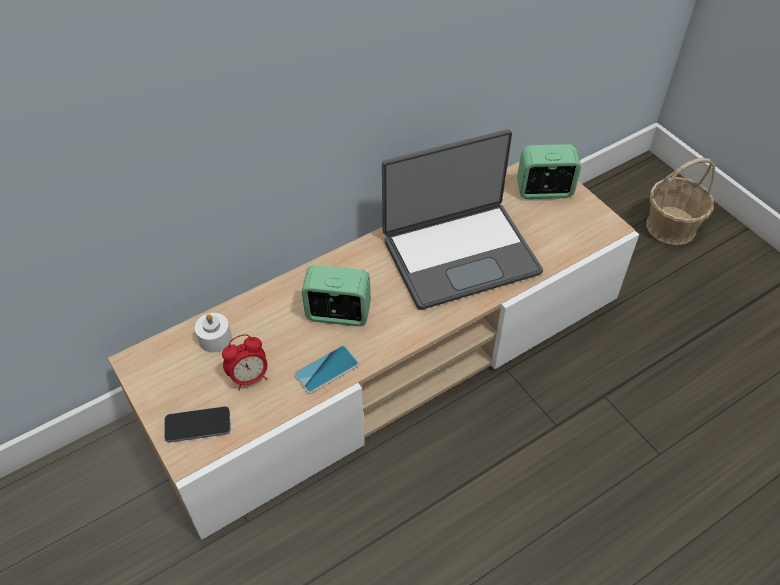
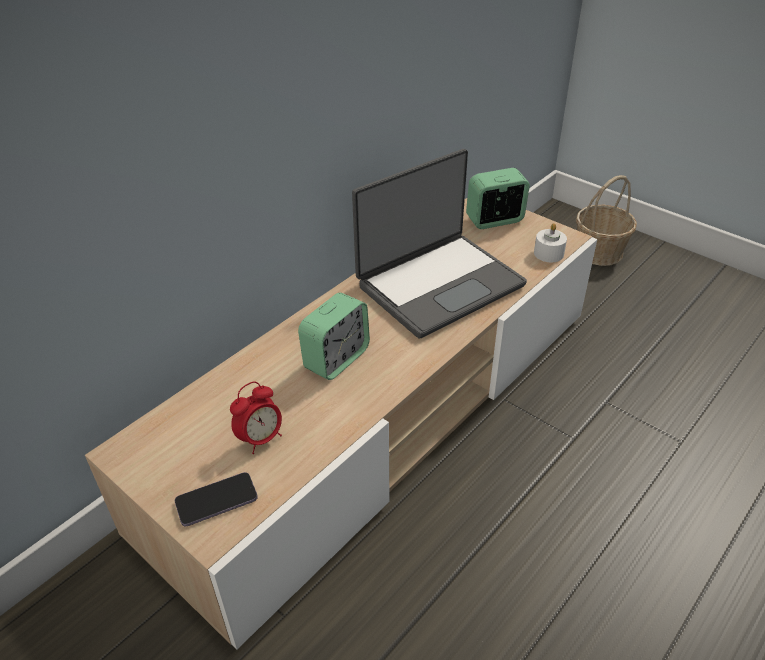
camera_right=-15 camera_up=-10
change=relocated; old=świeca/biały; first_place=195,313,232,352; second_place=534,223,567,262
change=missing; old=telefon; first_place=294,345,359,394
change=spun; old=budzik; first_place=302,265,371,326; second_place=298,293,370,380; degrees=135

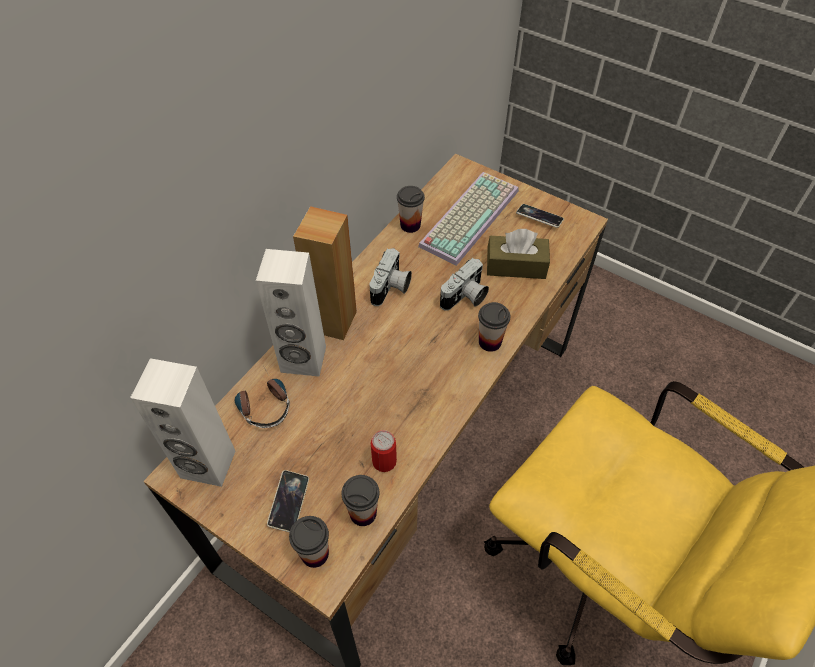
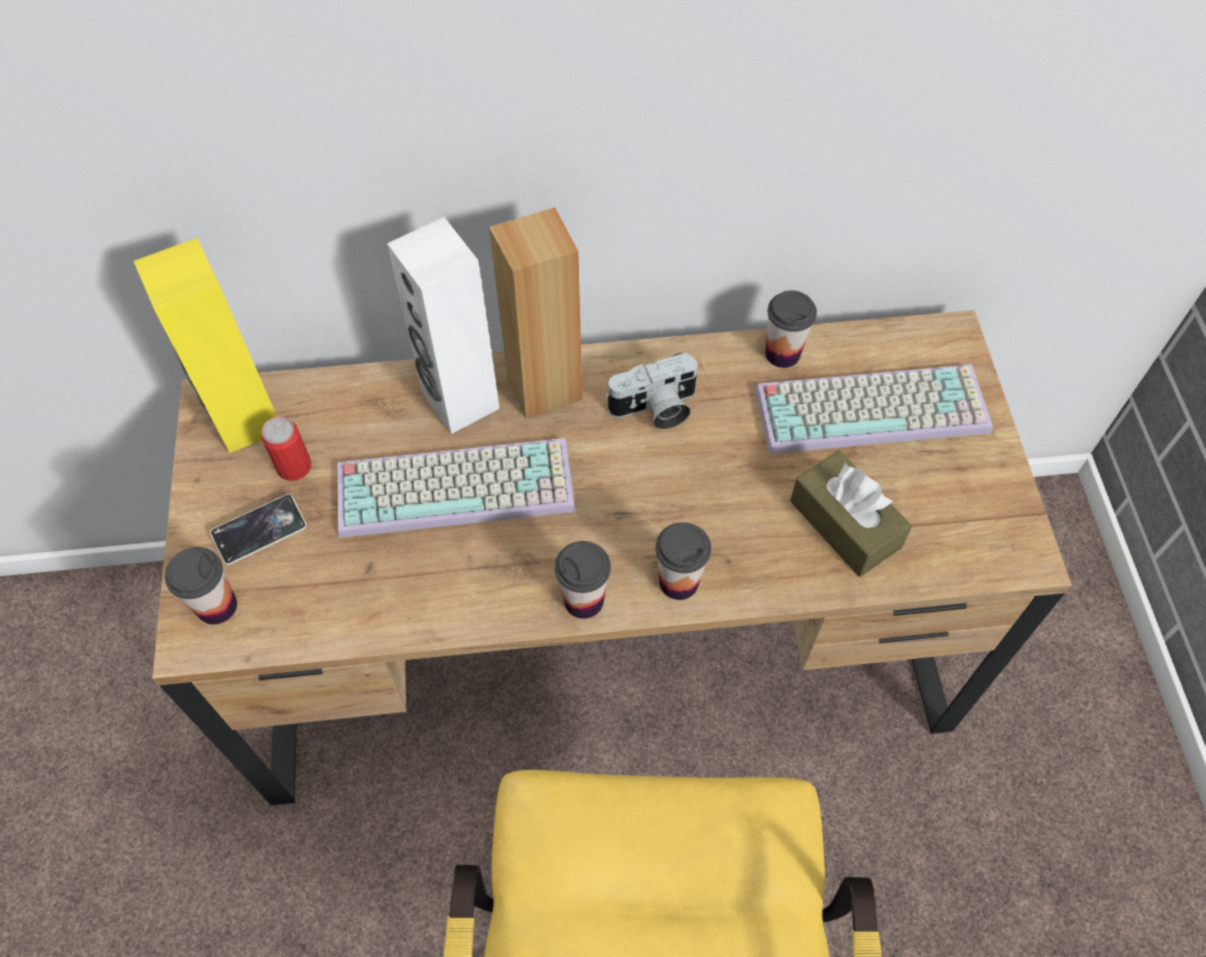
camera_right=50 camera_up=5
change=colour; old=głośnik/biały; new=głośnik/żółty; first_place=130,358,235,487; second_place=134,238,277,453
change=missing; old=słuchawki; first_place=235,367,290,428
change=relocated; old=filiżanka; first_place=342,475,380,526; second_place=555,541,611,619
change=relocated; old=puszka; first_place=371,430,397,472; second_place=262,417,311,481
change=missing; old=aparat fotograficzny; first_place=440,258,489,311
change=missing; old=telefon; first_place=516,204,564,228
change=appeared; new=klawiatura; second_place=338,438,576,538

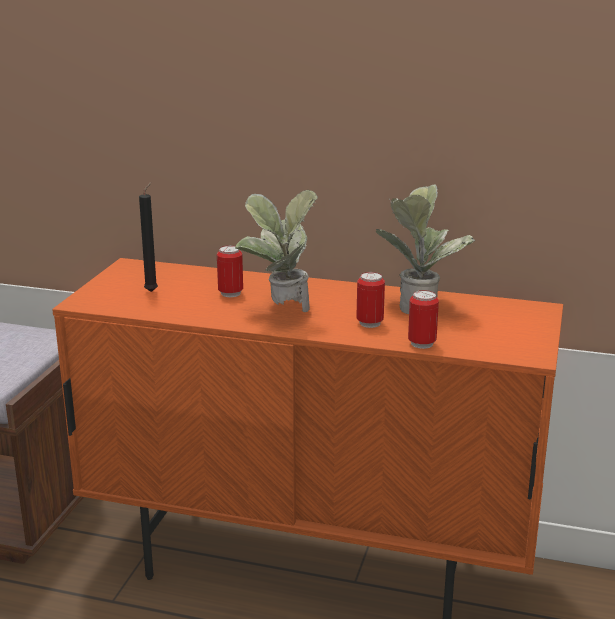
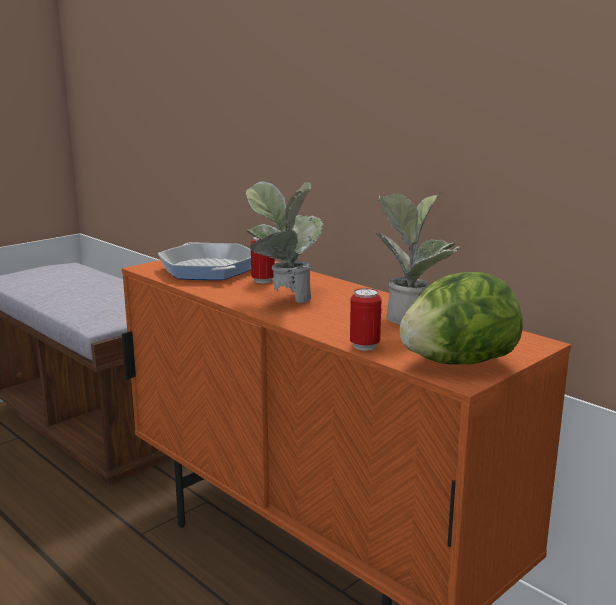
camera_right=30 camera_up=-5
change=exchanged; old=świeca/czarny; new=patelnia; first_place=139,182,158,292; second_place=158,242,251,280
change=missing; old=puszka; first_place=356,272,385,328
change=appeared; new=sałata; second_place=399,272,523,364

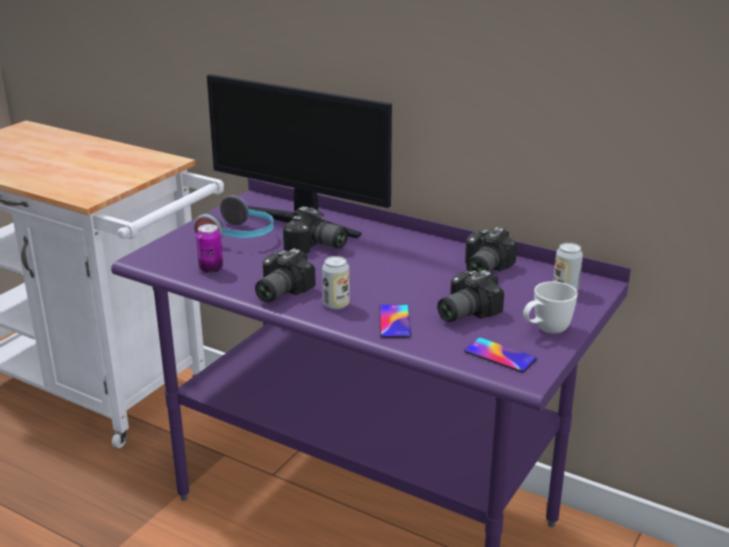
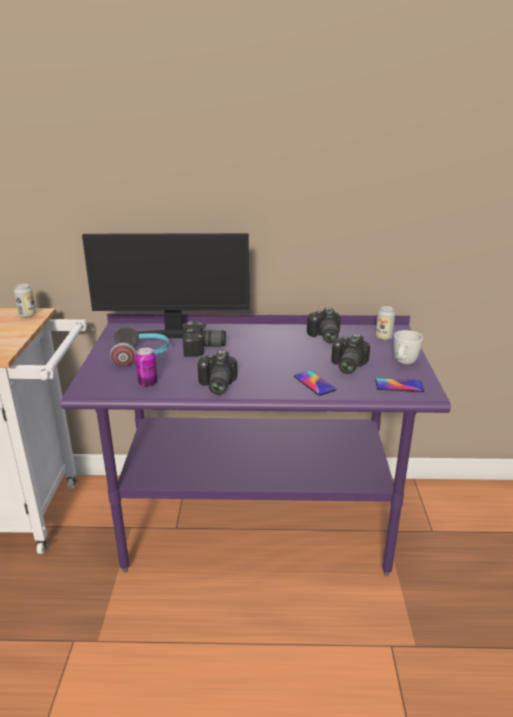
camera_right=-30 camera_up=0
change=relocated; old=puszka; first_place=322,256,349,309; second_place=14,284,36,318

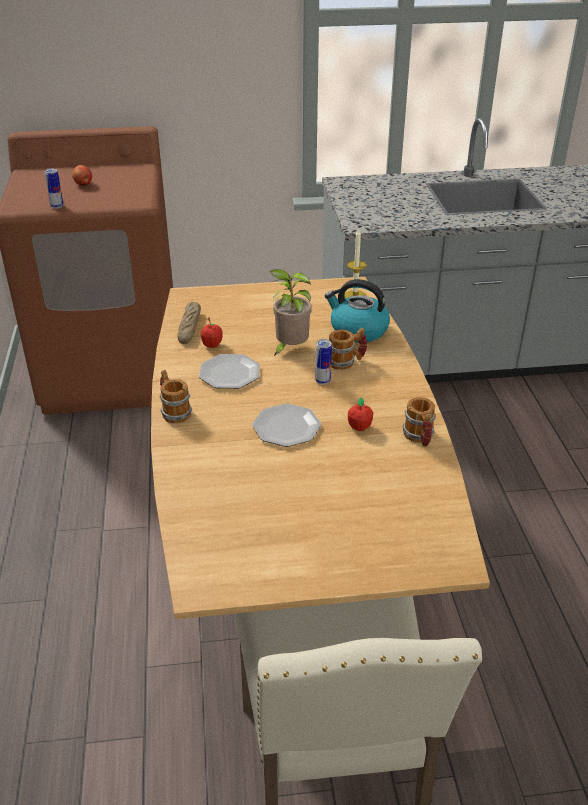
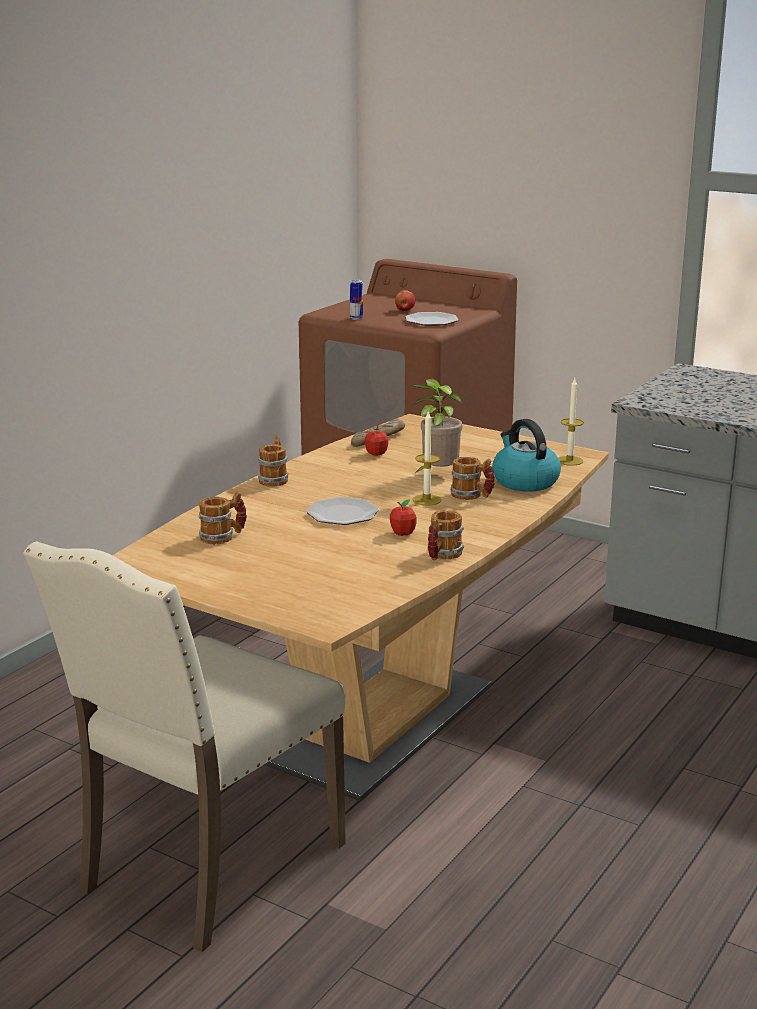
camera_right=40 camera_up=-15
change=relocated; old=talerz; first_place=199,354,260,389; second_place=405,312,458,326
change=exchanged; old=puszka; new=świeca; first_place=315,339,332,385; second_place=413,410,441,506
change=appeared; new=kubek; second_place=199,491,247,544

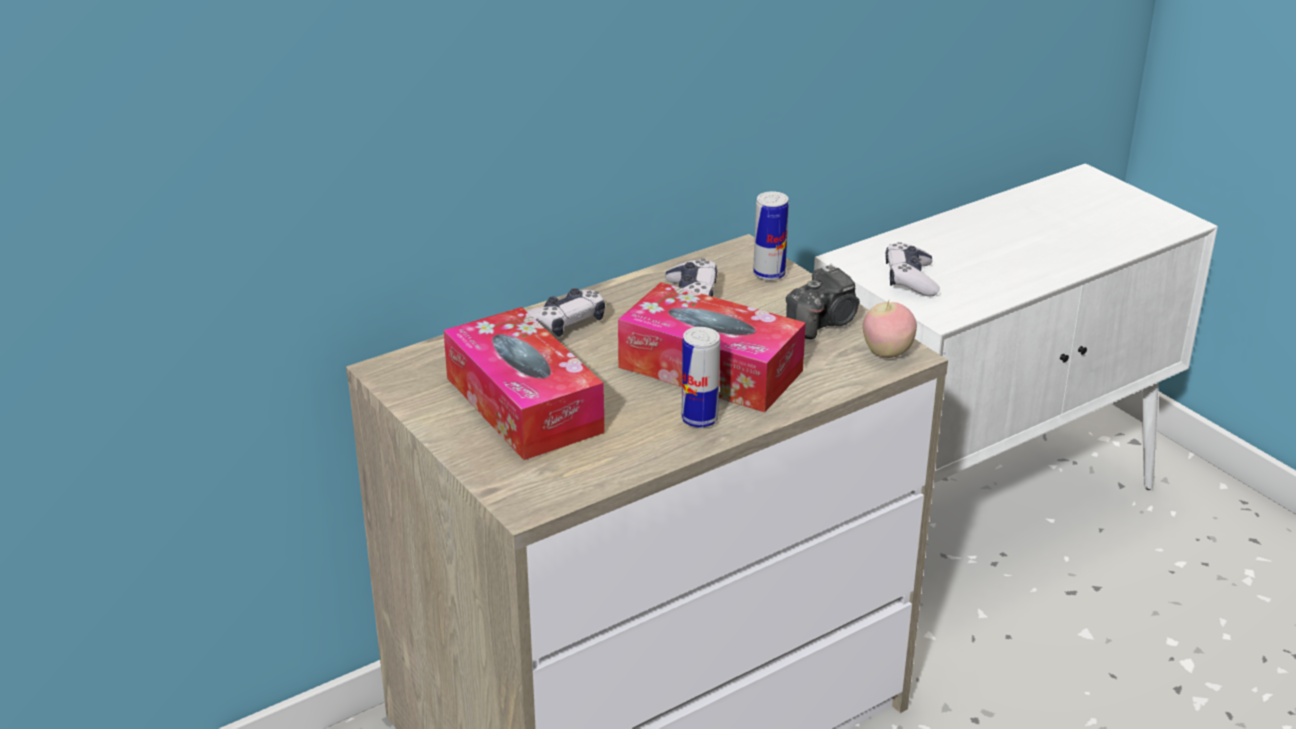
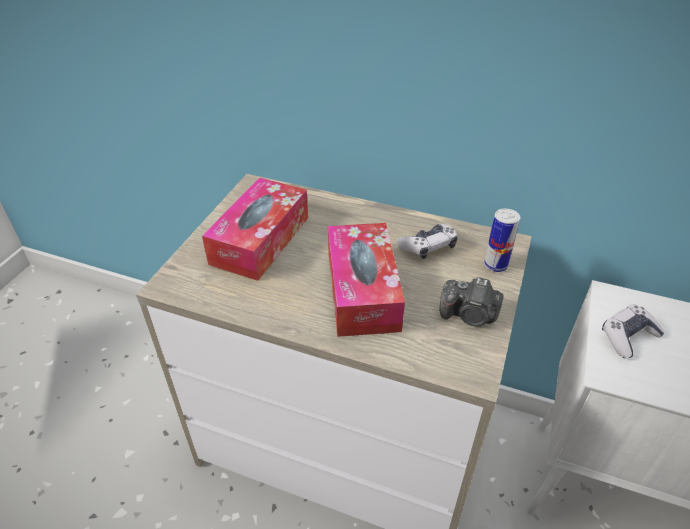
camera_right=55 camera_up=10
change=missing; old=pad do gier; first_place=527,288,605,337
change=missing; old=puszka; first_place=681,327,720,428
change=missing; old=jabłko; first_place=863,300,917,358

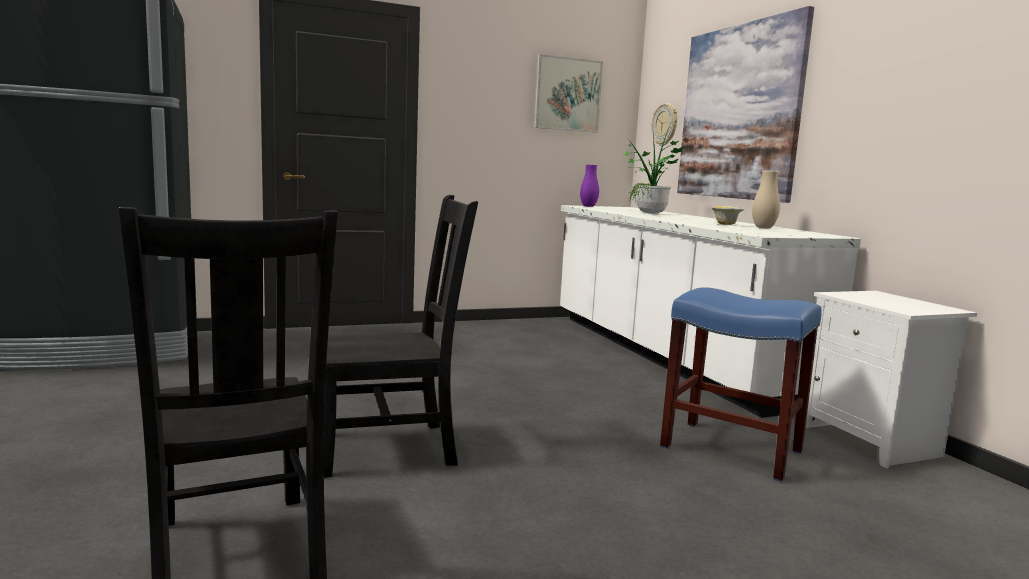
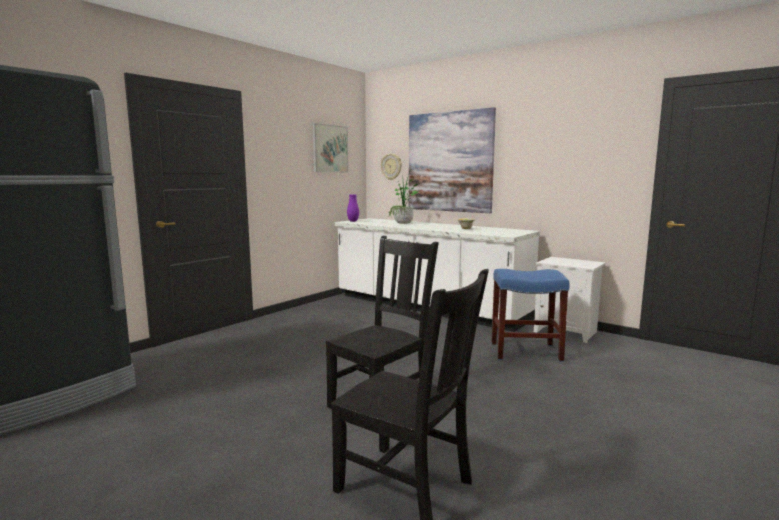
camera_right=-30 camera_up=0
change=missing; old=wazon/beżowy; first_place=752,170,780,229

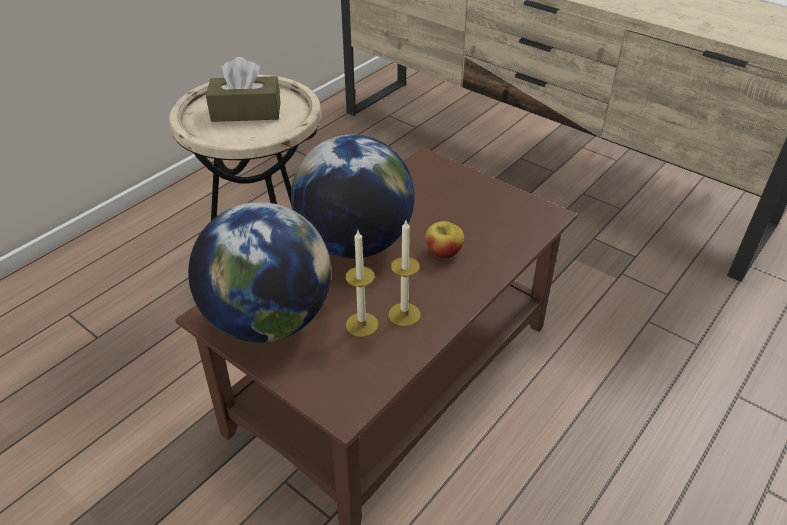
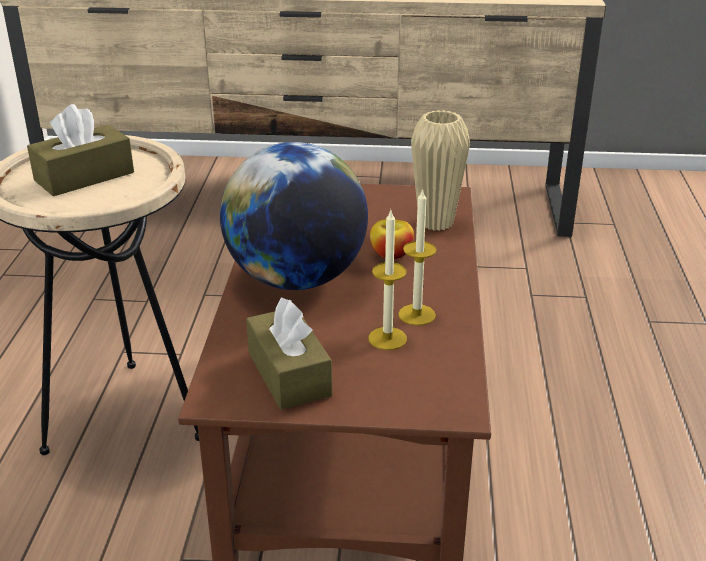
camera_right=-35 camera_up=-10
change=exchanged; old=globus; new=pudełko chusteczek/brązowy; first_place=188,202,331,343; second_place=246,298,332,410
change=appeared; new=wazon/beżowy; second_place=411,110,470,231

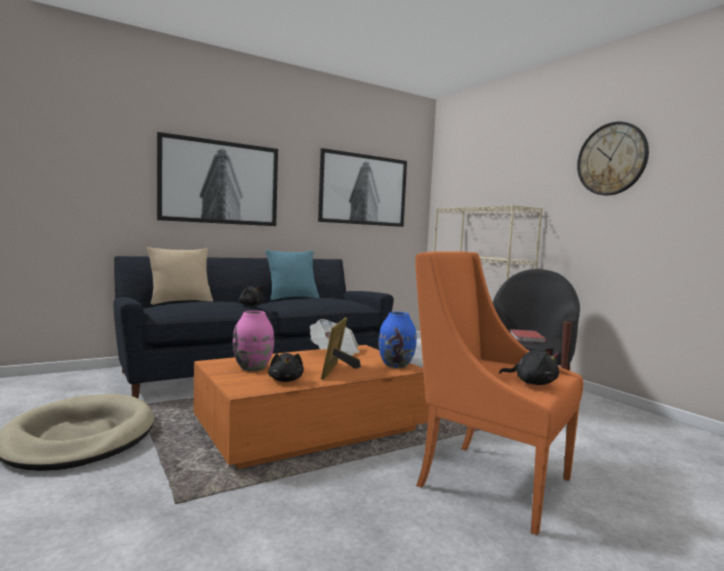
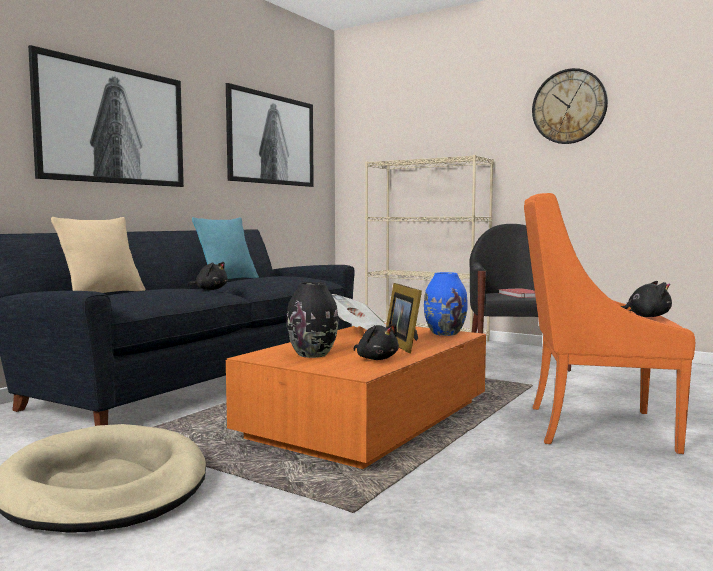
camera_right=-25 camera_up=0
change=colour; old=wazon/różowy; new=wazon/czarny; first_place=233,310,274,371; second_place=287,282,338,358

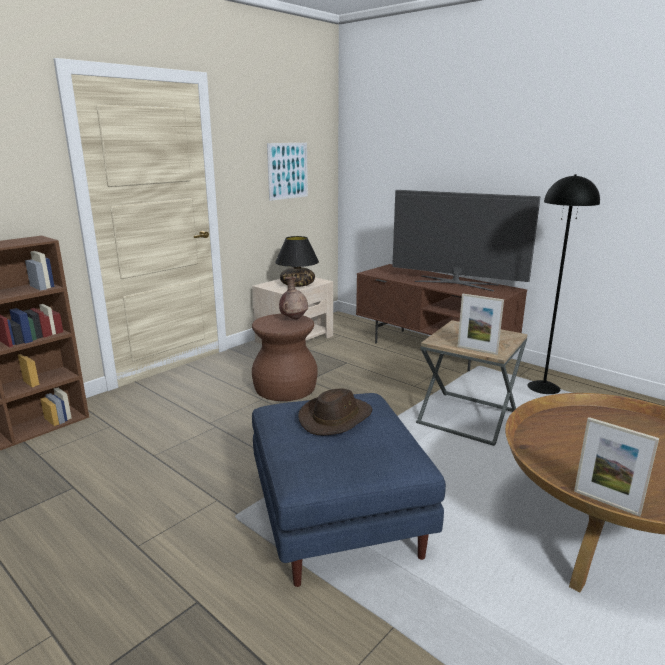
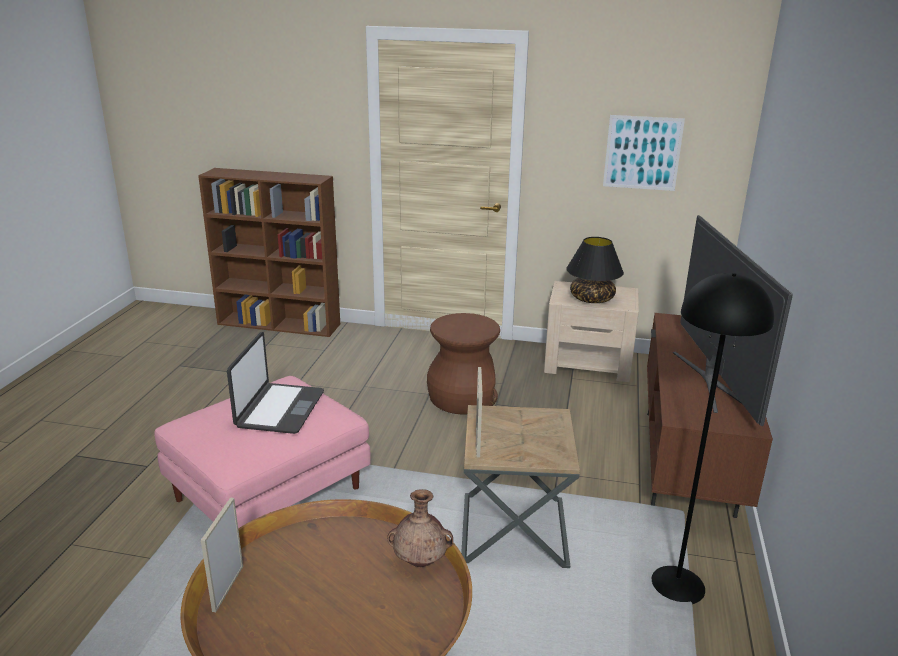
camera_right=60 camera_up=5
change=colour; old=pufa/niebieski; new=pufa/różowy; first_place=252,393,446,587; second_place=154,376,371,528
change=relocated; old=wazon/brązowy; first_place=279,276,308,319; second_place=387,489,453,567
change=exchanged; old=kapelusz/brązowy; new=laptop; first_place=298,388,372,436; second_place=227,332,324,434

